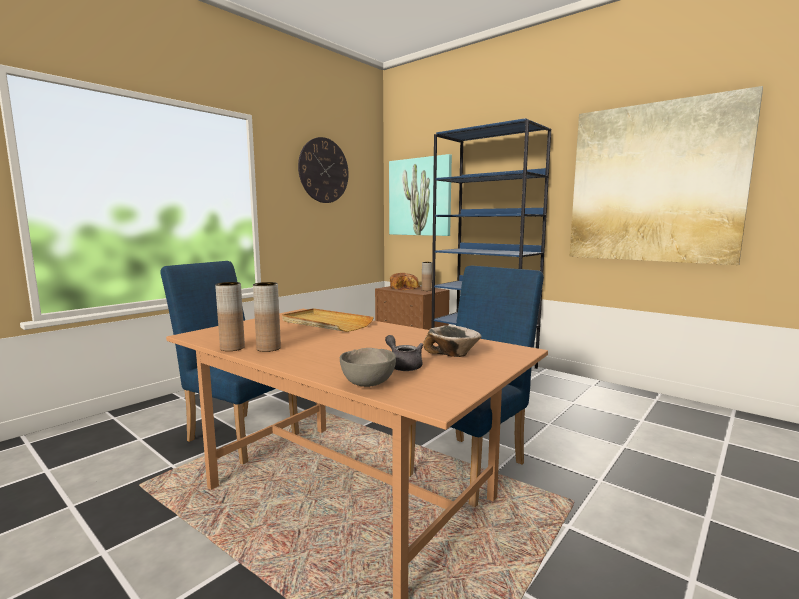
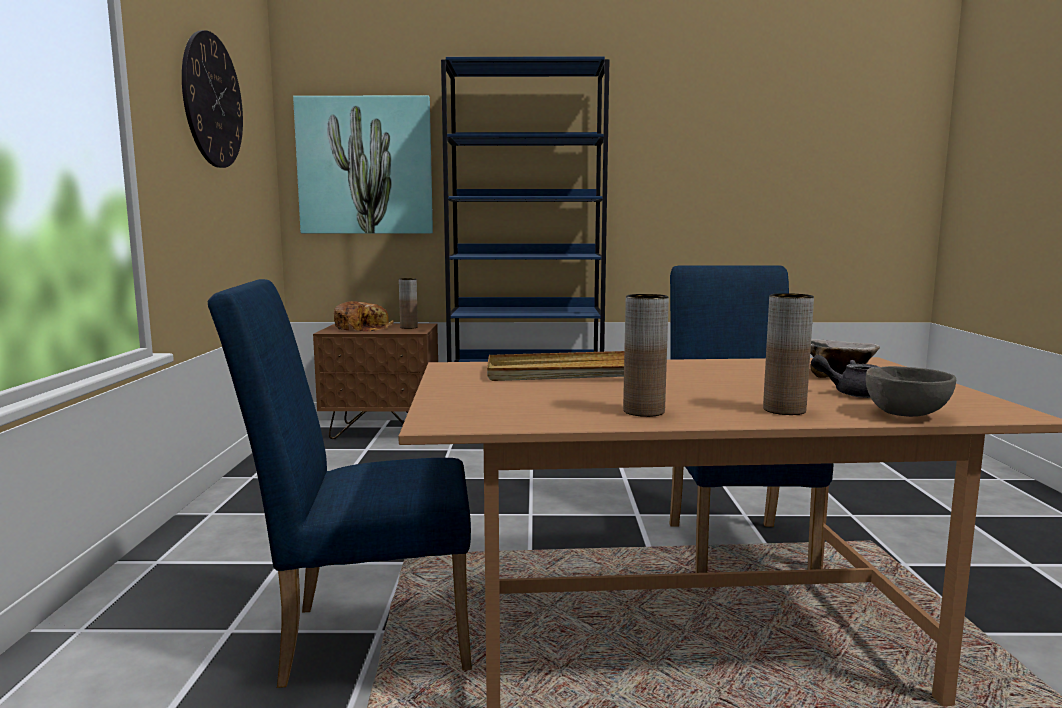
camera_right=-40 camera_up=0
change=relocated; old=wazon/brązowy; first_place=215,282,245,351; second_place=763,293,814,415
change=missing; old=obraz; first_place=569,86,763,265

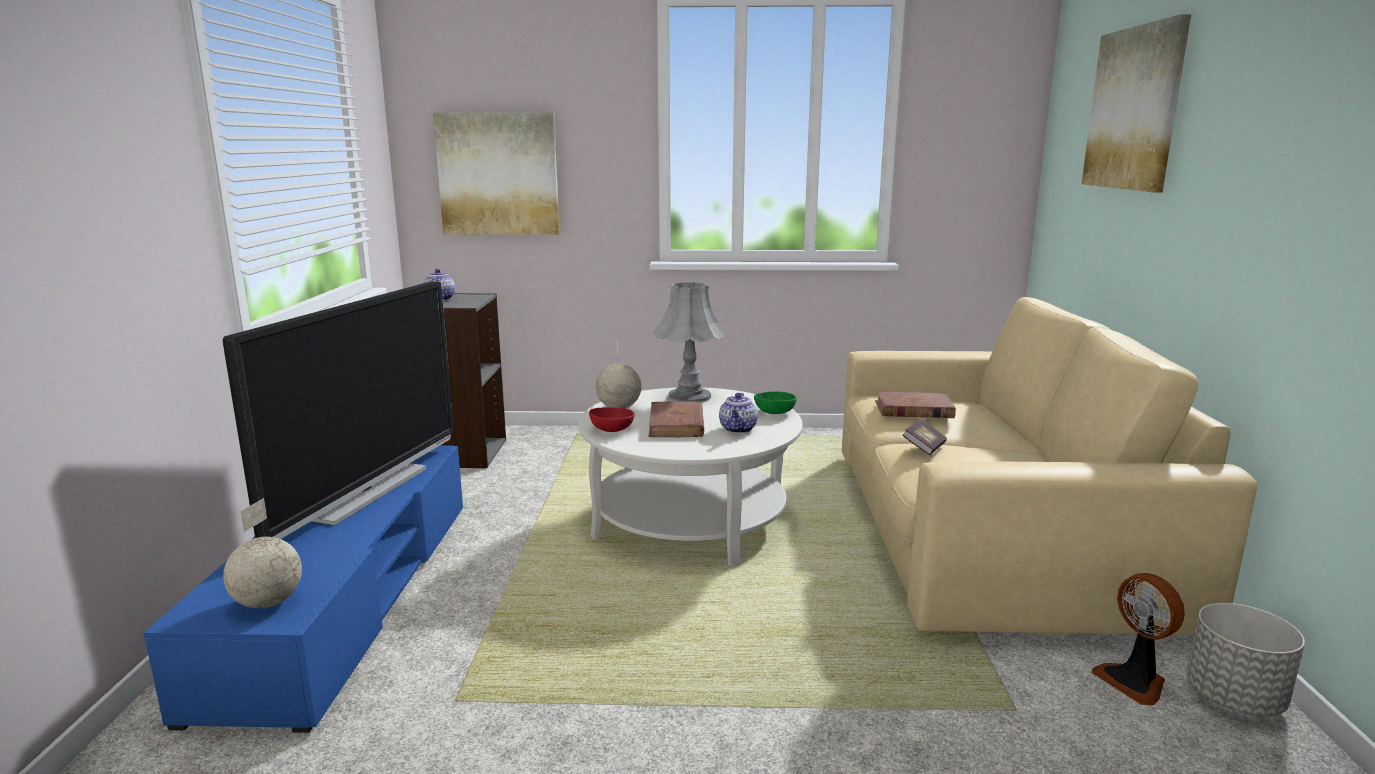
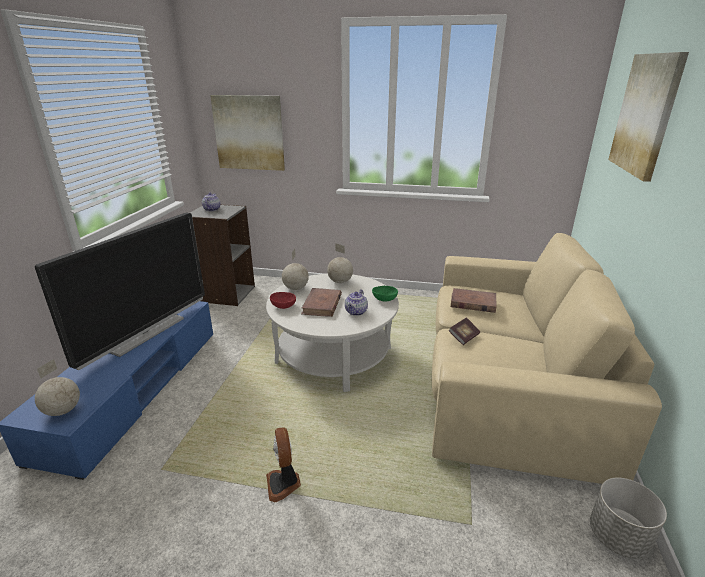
camera_right=10 camera_up=10
change=exchanged; old=lampa stołowa/szary; new=globus; first_place=653,282,726,403; second_place=327,243,353,283
change=relocated; old=wentylator; first_place=1091,573,1185,705; second_place=266,428,301,502

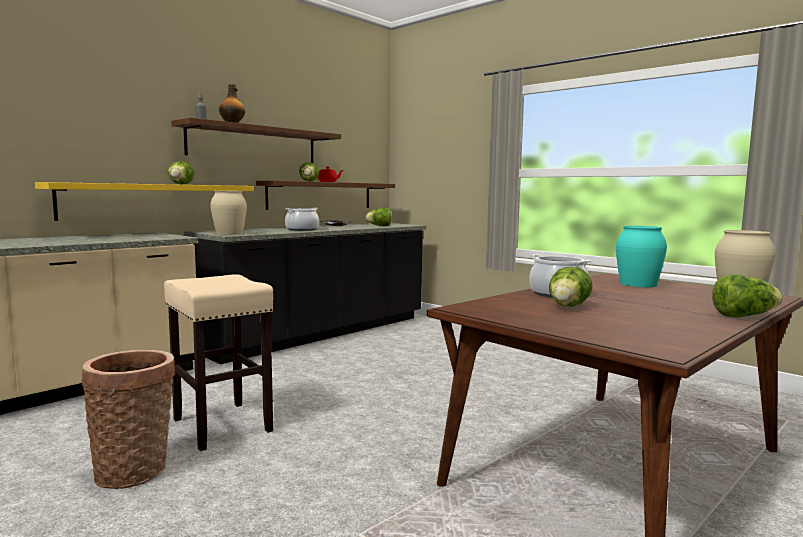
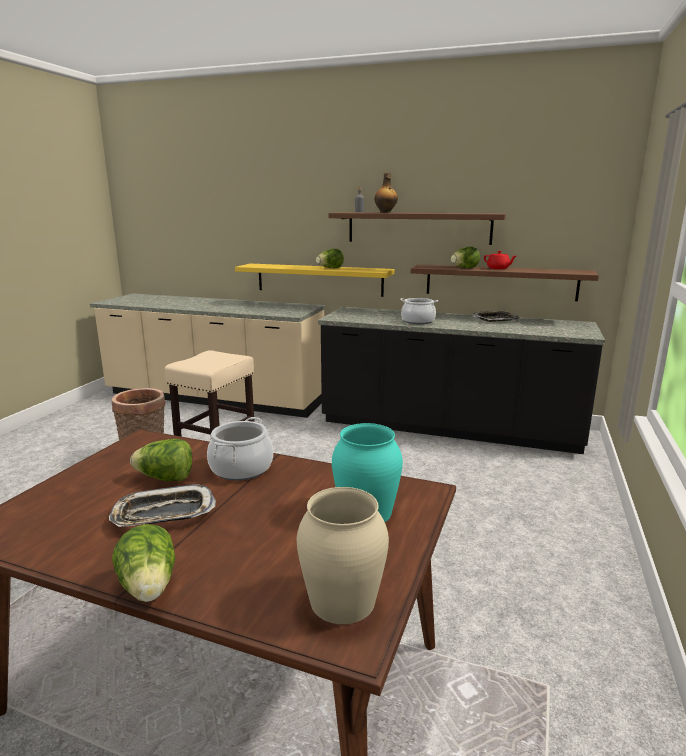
camera_right=65 camera_up=10
change=missing; old=wazon/beżowy; first_place=210,191,247,235
change=missing; old=sałata; first_place=365,208,391,226
change=appeared; new=taca; second_place=109,484,216,527

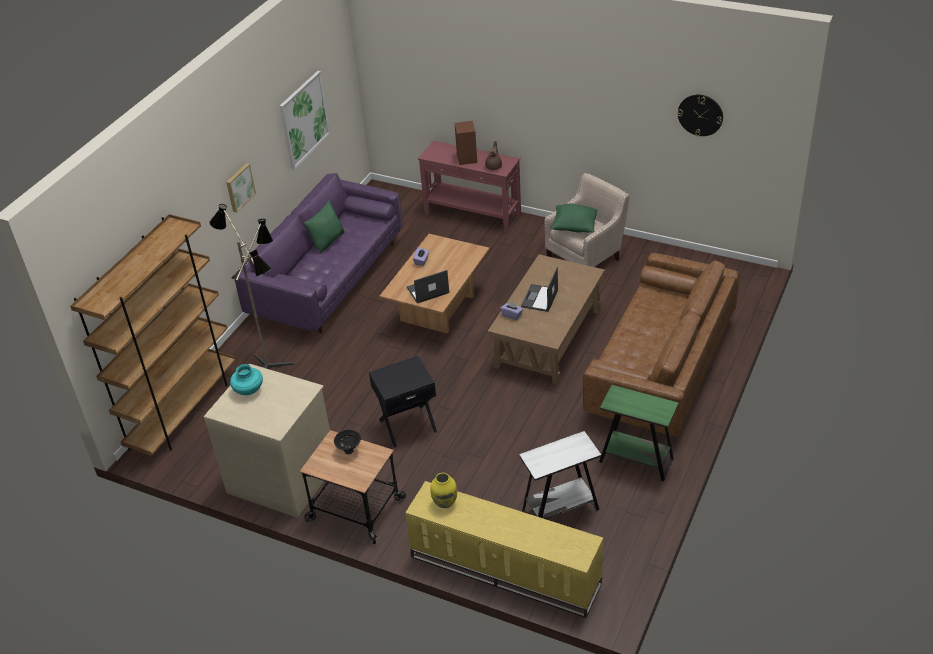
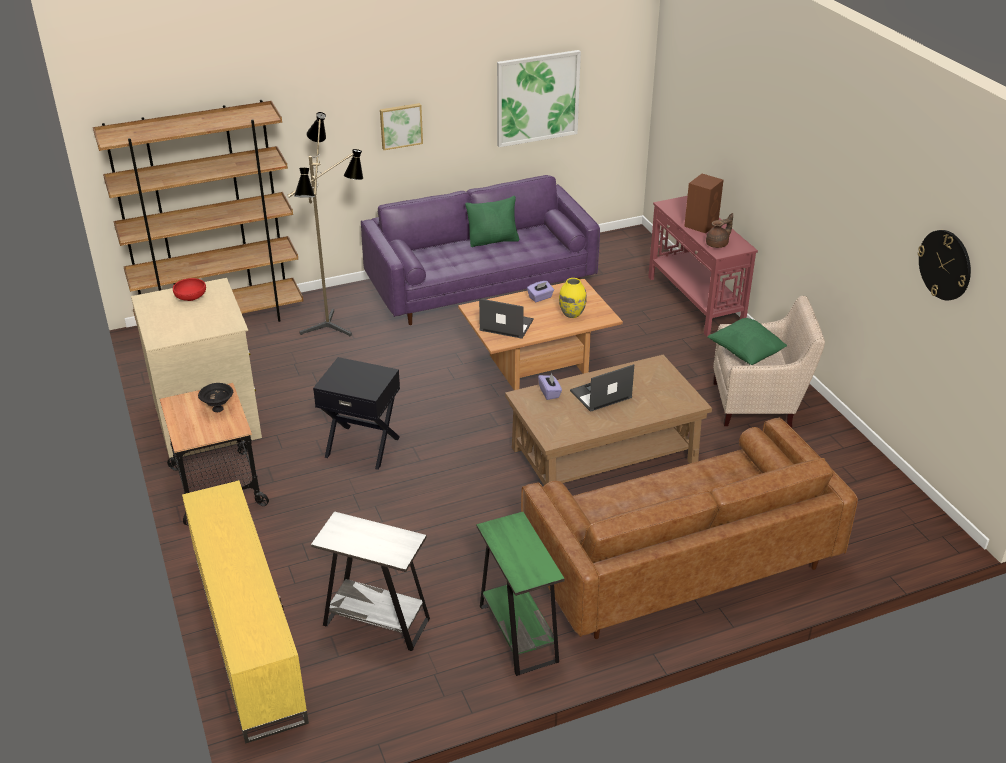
camera_right=40 camera_up=-5
change=exchanged; old=wazon/turkusowy; new=miska/czerwony; first_place=230,364,263,395; second_place=173,278,206,301
change=relocated; old=wazon/żółty; first_place=430,473,457,508; second_place=559,278,587,318

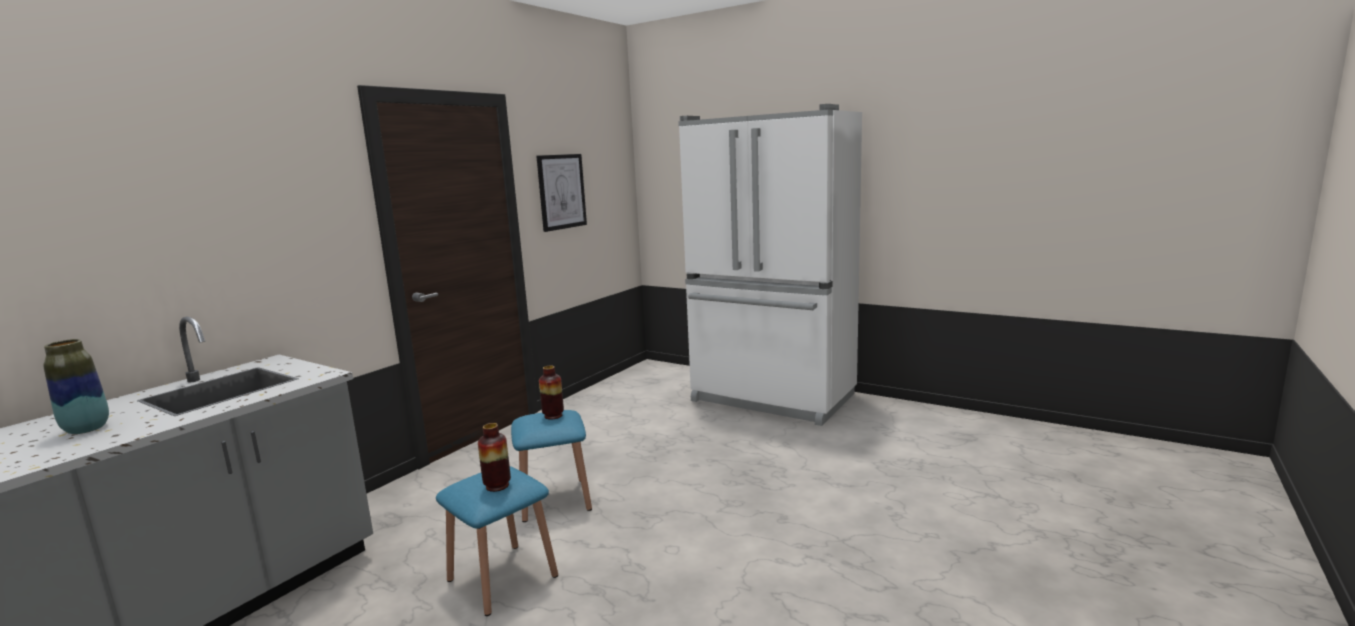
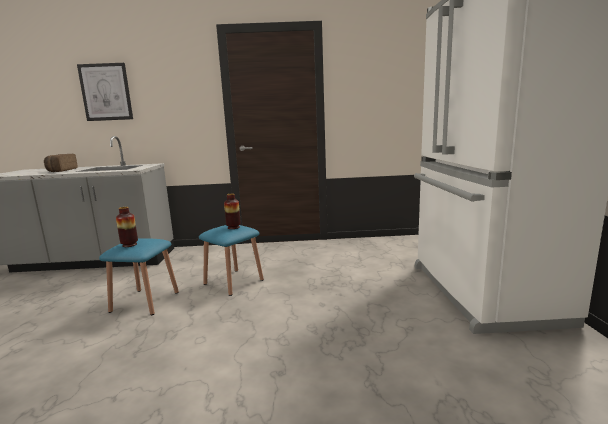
camera_right=55 camera_up=0
change=exchanged; old=wazon; new=chleb; first_place=43,339,109,434; second_place=44,154,78,172
change=relocated; old=obraz; first_place=536,154,587,232; second_place=77,63,133,121

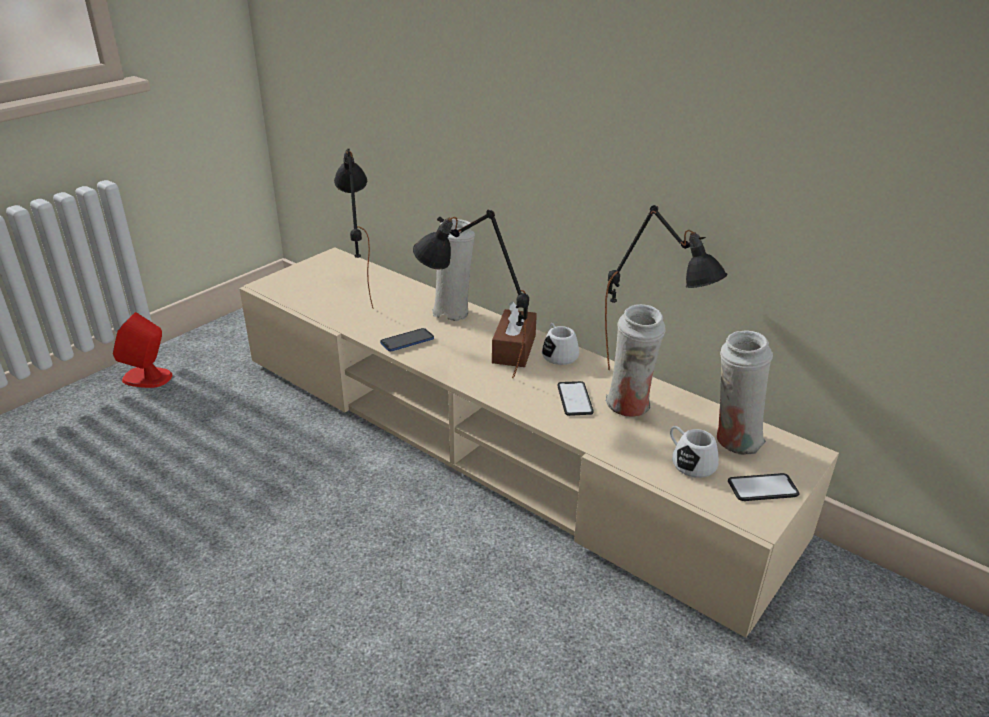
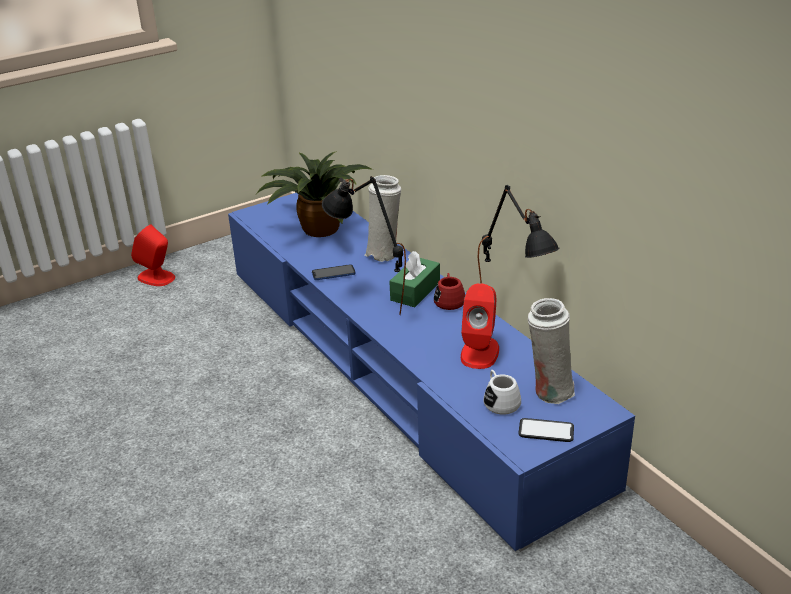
camera_right=20 camera_up=0
change=colour; old=szafka pod telewizor/beżowy; new=szafka pod telewizor/niebieski; first_place=239,247,839,638; second_place=228,193,635,552
change=exchanged; old=lampa stołowa/czarny; new=roślina doniczkowa; first_place=334,149,373,308; second_place=256,151,373,237
change=colour; old=pudełko chusteczek/brązowy; new=pudełko chusteczek/zielony; first_place=492,301,537,367; second_place=389,251,440,307
change=colour; old=kubek/biały; new=kubek/czerwony; first_place=542,323,579,365; second_place=434,273,465,310
change=missing; old=telefon; first_place=557,381,594,416
change=exchanged; old=wazon/biały; new=głośnik/czerwony; first_place=606,304,666,417; second_place=461,283,499,369

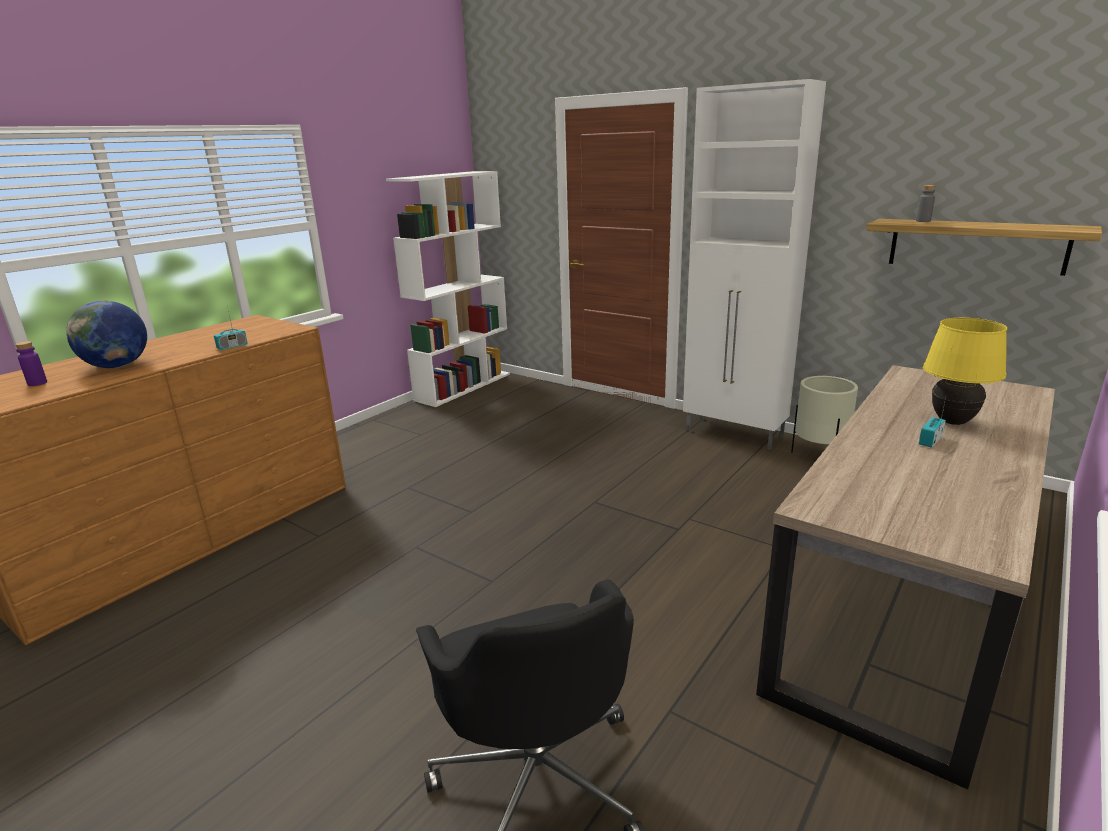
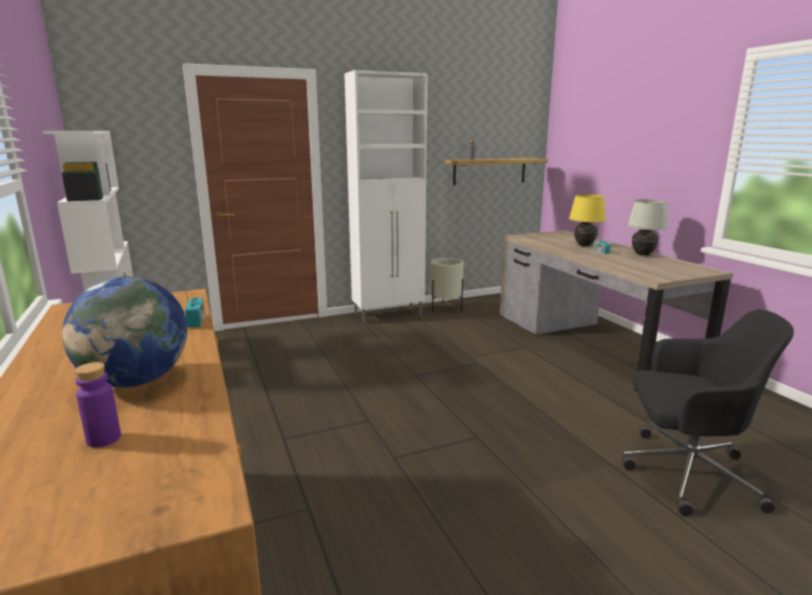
camera_right=-60 camera_up=-5
change=appeared; new=lampa stołowa/biały; second_place=627,199,668,256

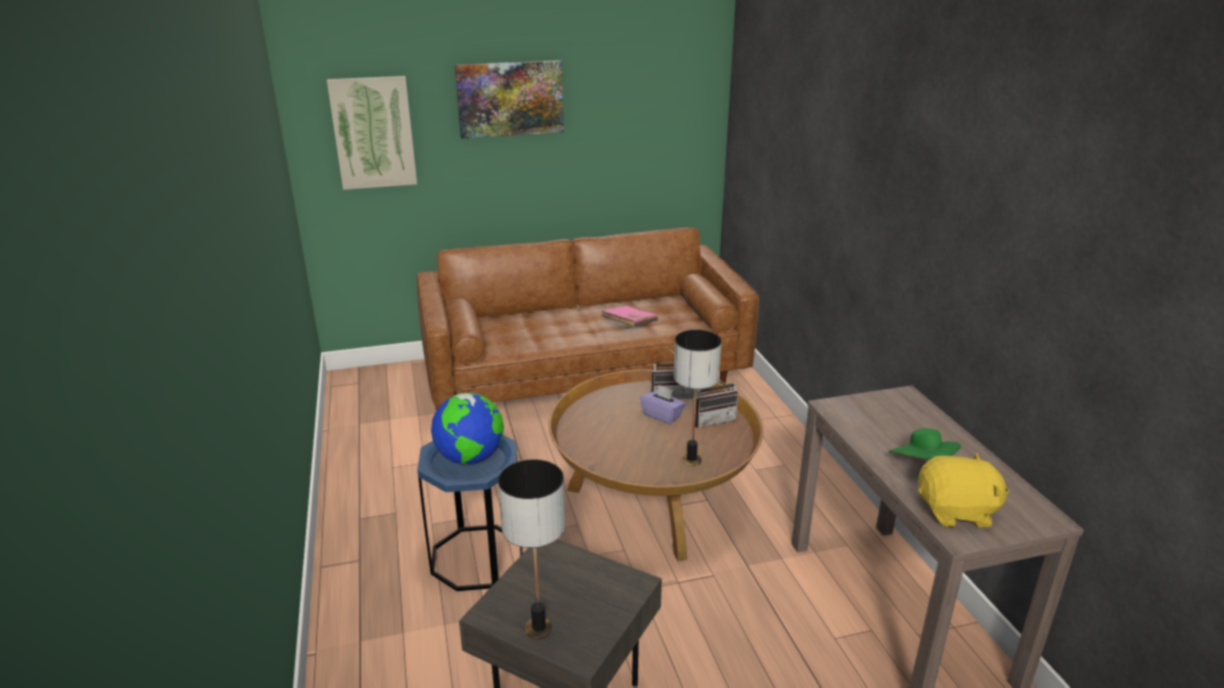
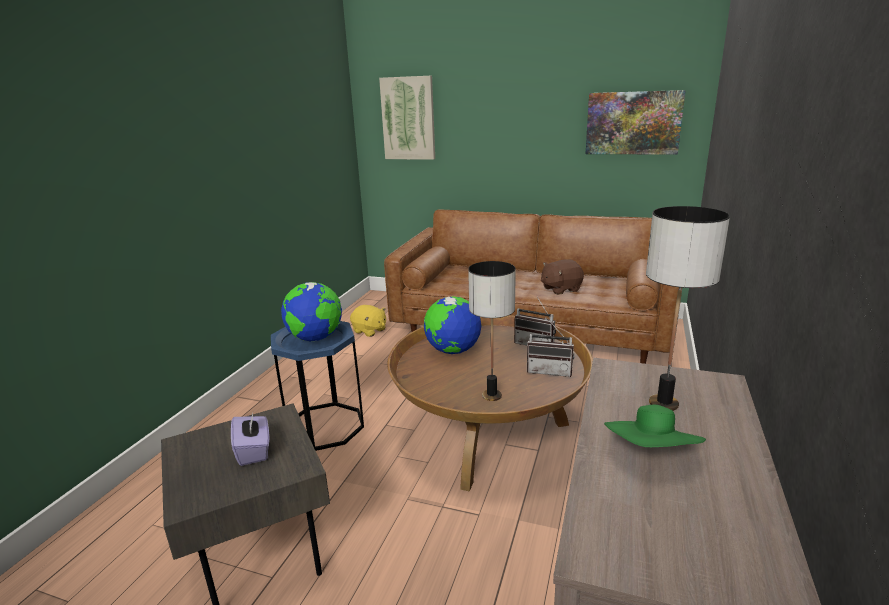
camera_right=35 camera_up=-5
change=relocated; old=obraz; first_place=455,60,564,139; second_place=586,90,686,155
change=relocated; old=lampa stołowa; first_place=498,460,565,639; second_place=646,206,730,411
change=exchanged; old=książka/różowy; new=pluszak/brązowy; first_place=601,306,658,327; second_place=541,259,584,295
change=relocated; old=pudełko chusteczek/fioletowy; first_place=640,385,685,424; second_place=231,414,269,466
change=relocated; old=pluszak/żółty; first_place=918,453,1009,527; second_place=350,305,386,337
change=appeared; new=globus; second_place=424,296,481,354

